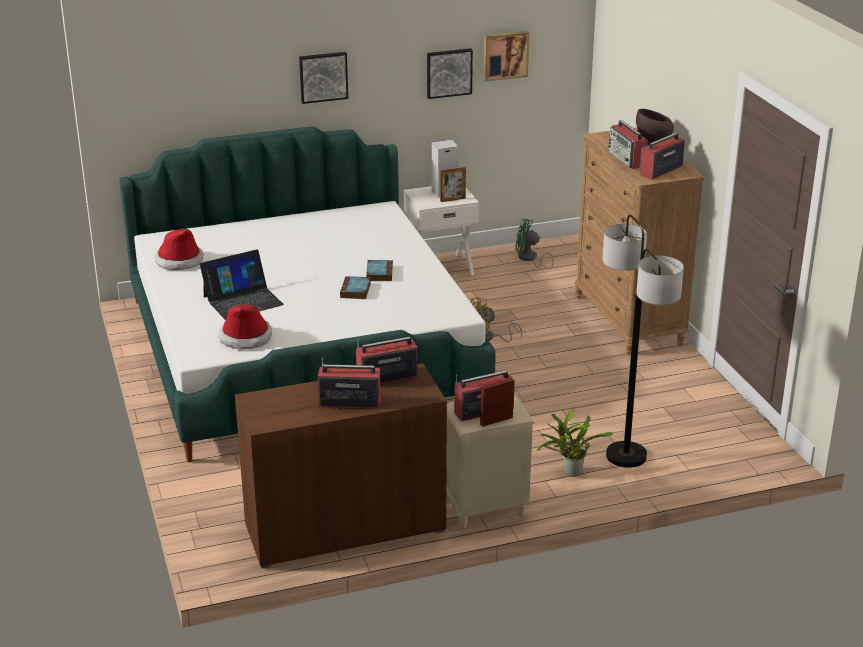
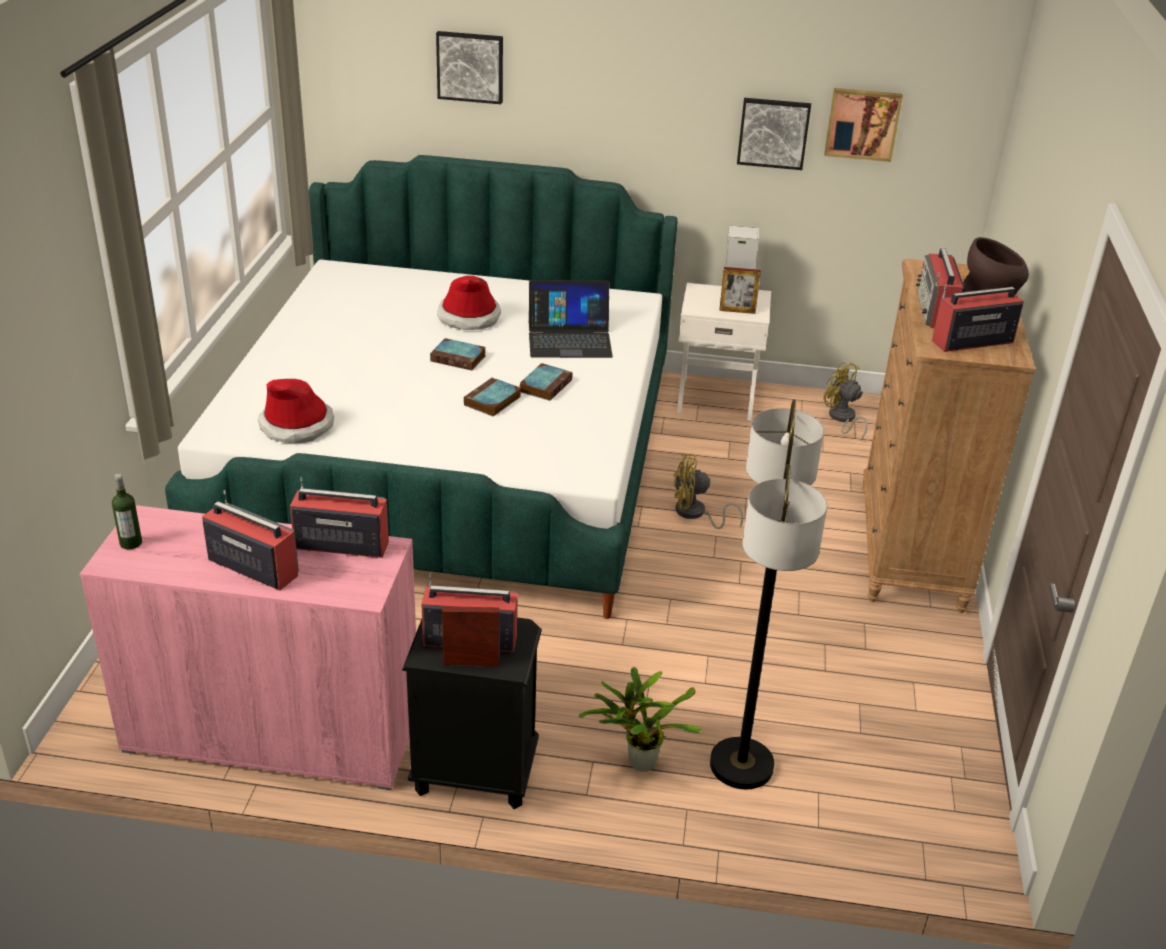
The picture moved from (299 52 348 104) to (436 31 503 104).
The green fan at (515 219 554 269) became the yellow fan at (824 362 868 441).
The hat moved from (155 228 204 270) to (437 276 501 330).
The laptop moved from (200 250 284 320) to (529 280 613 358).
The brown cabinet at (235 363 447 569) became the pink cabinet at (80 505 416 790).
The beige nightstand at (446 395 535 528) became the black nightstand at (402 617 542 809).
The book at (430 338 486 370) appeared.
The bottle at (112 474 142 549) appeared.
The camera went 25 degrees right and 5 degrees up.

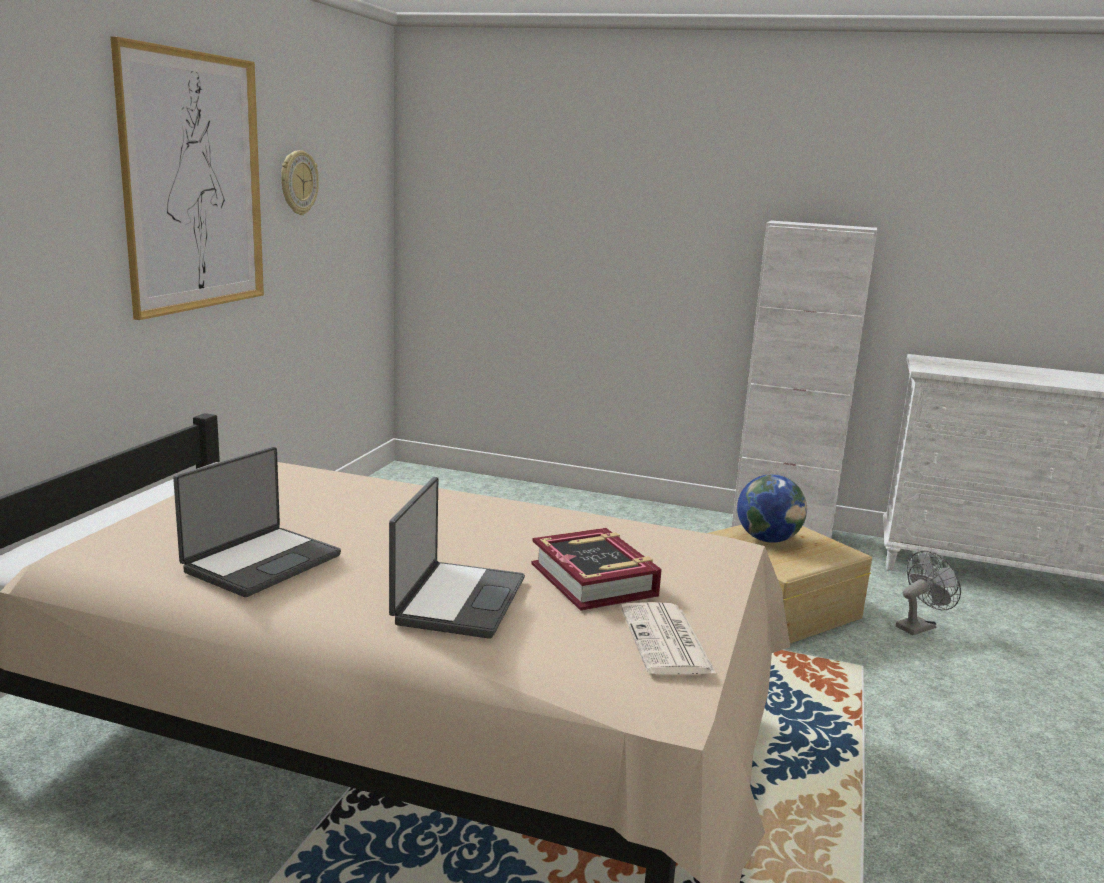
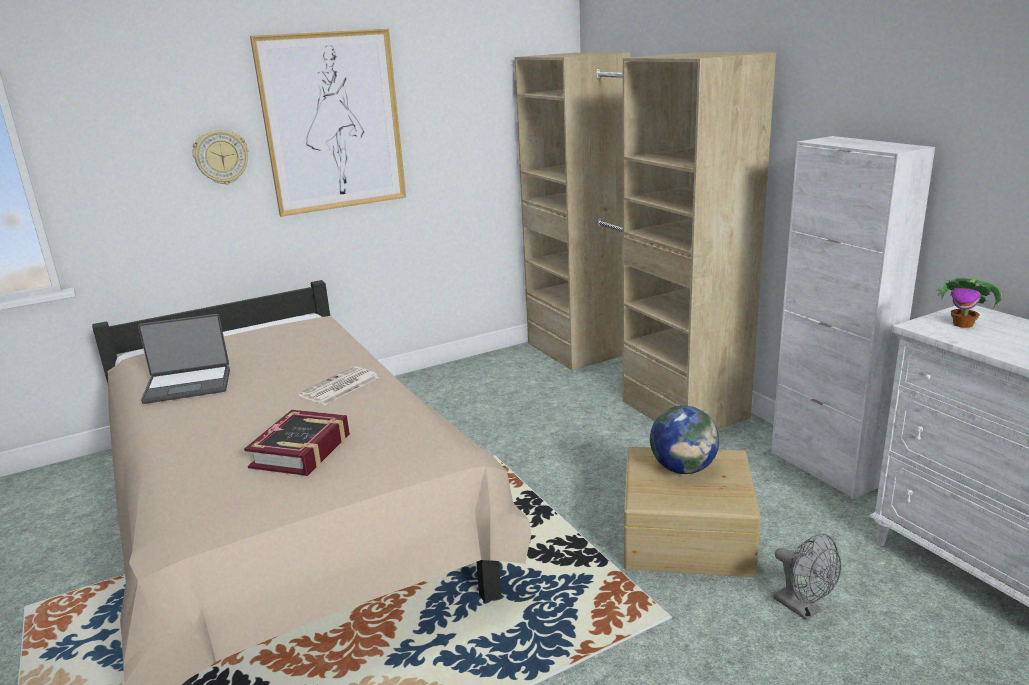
The wall clock moved from (281 150 319 215) to (193 130 248 185).
The laptop at (389 477 525 639) disappeared.
The grey fan at (896 550 961 635) turned 45 degrees clockwise.
The newspaper moved from (621 602 717 675) to (298 366 379 405).
The beige wardrobe at (514 52 776 430) appeared.
The potted plant at (935 278 1002 328) appeared.
The camera went 45 degrees right and 5 degrees up.

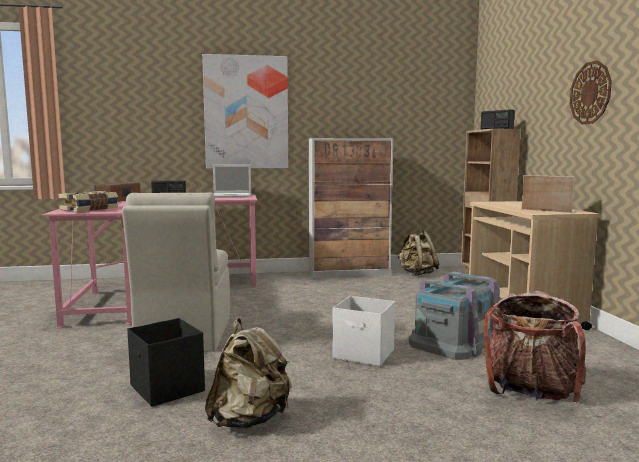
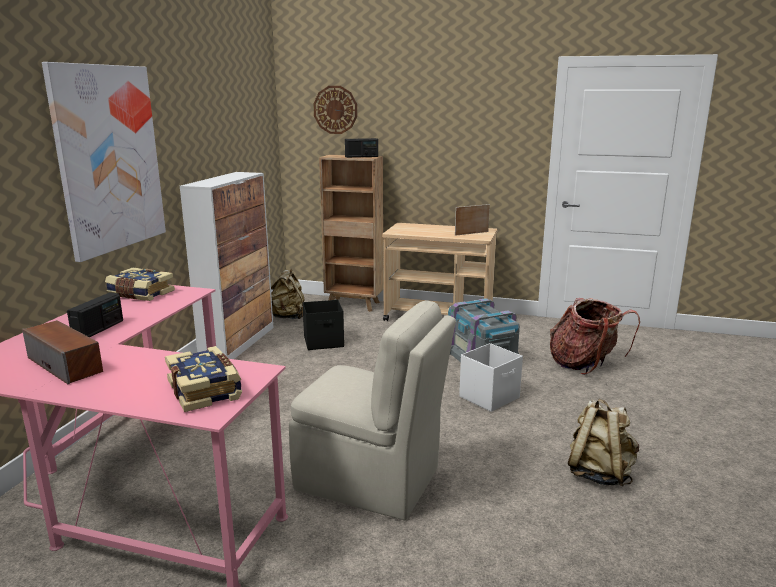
The wall clock moved from (570 60 612 124) to (313 86 357 134).
The laptop at (213 165 251 198) was replaced by the book at (105 268 175 301).
The black storage box moved from (127 318 205 407) to (303 300 344 350).
The camera went 65 degrees left and 10 degrees up.

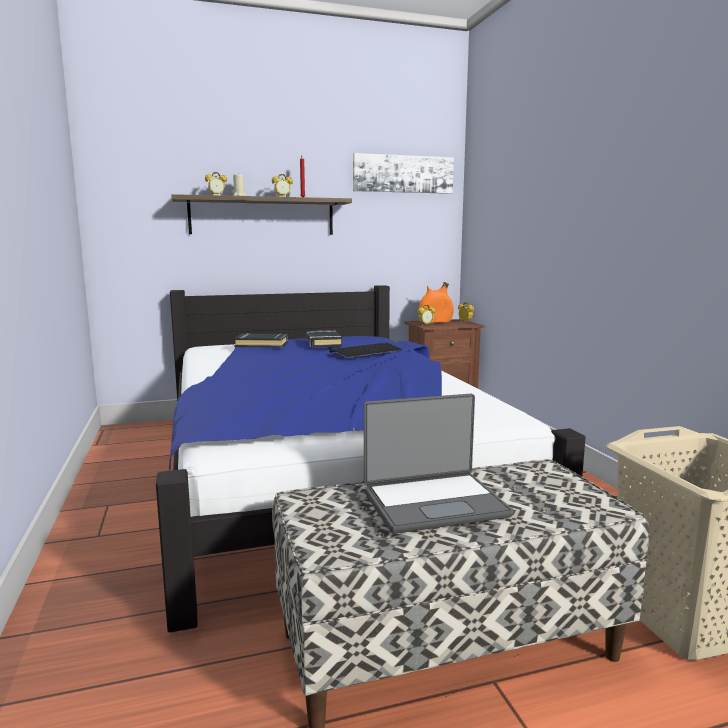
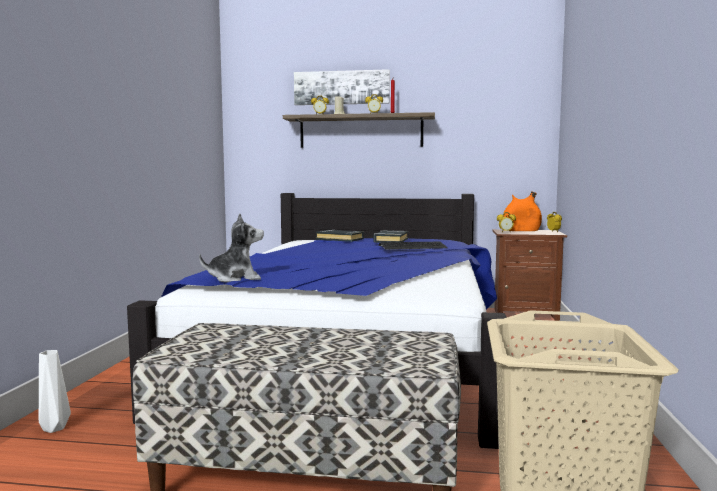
The picture moved from (353 153 454 194) to (294 69 390 105).
The laptop at (364 394 513 534) disappeared.
The plush toy at (199 213 264 282) appeared.
The white vase at (39 350 71 433) appeared.
The camera went 25 degrees right and 5 degrees down.

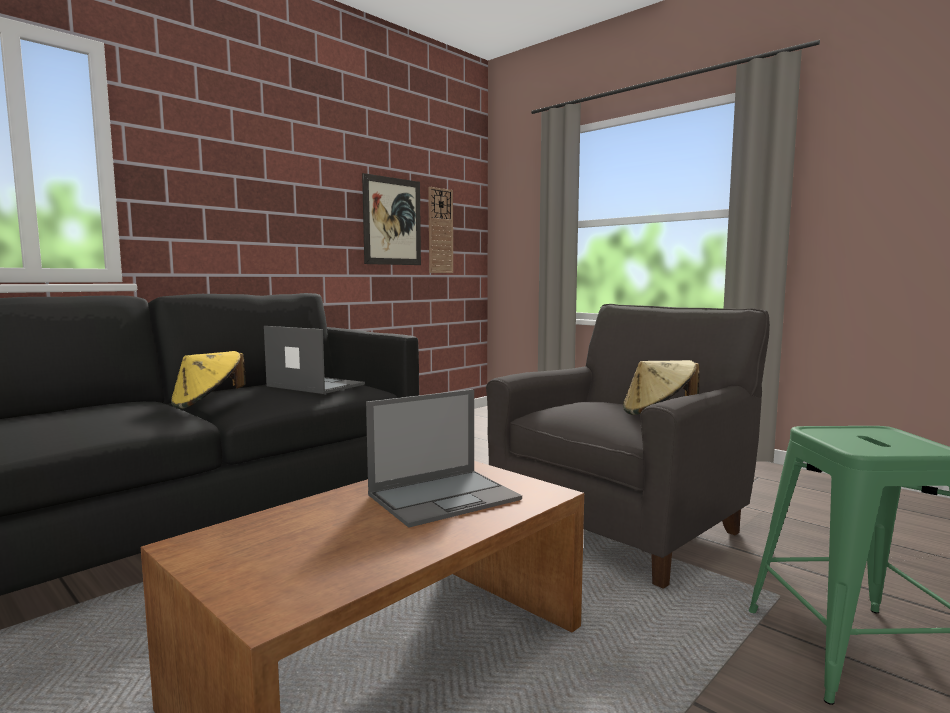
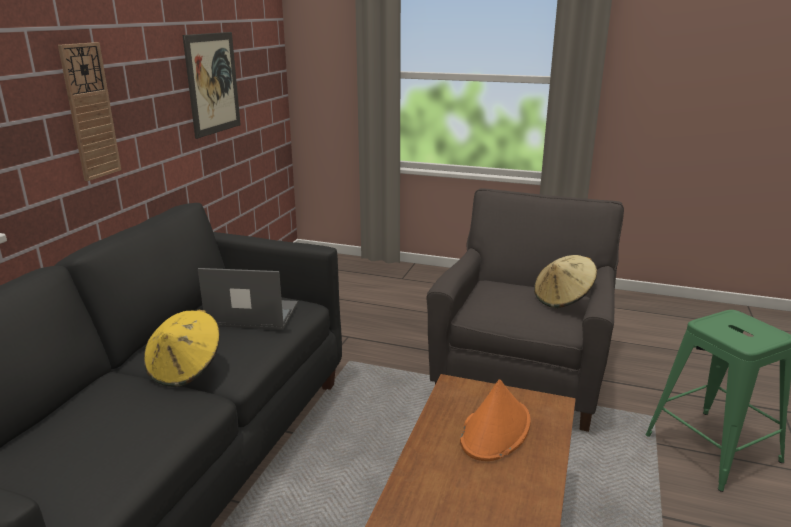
The wall clock moved from (428 187 453 273) to (58 42 121 181).
The laptop at (366 389 522 528) was replaced by the orange hat at (460 379 531 461).
The camera went 25 degrees left and 15 degrees up.

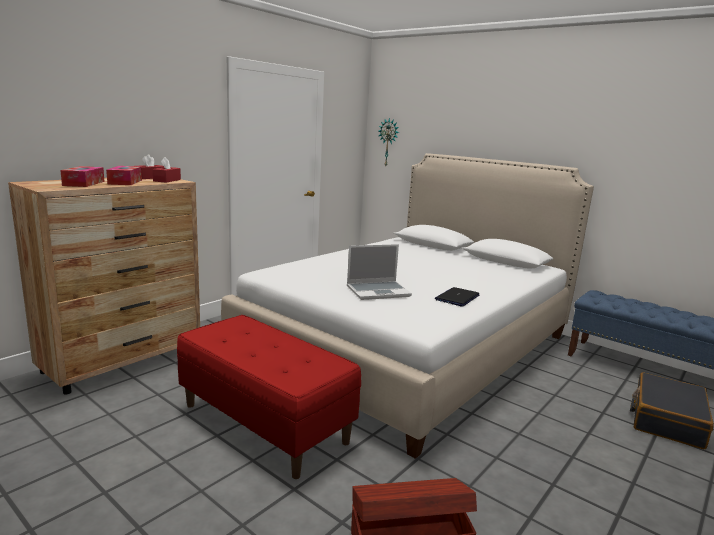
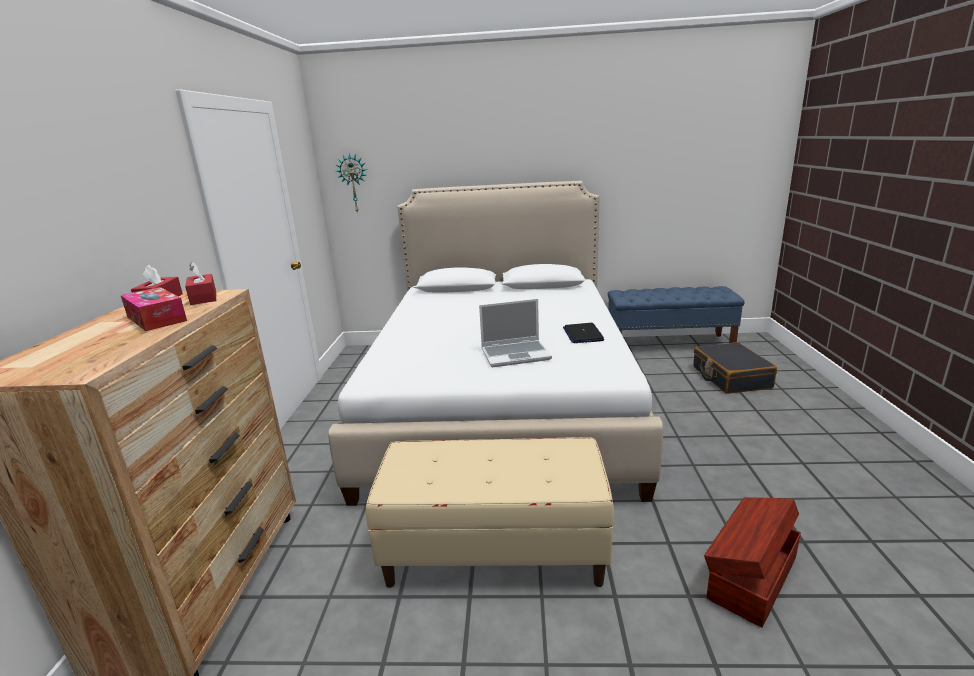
The tissue box at (60 166 105 187) disappeared.
The laptop at (347 244 412 300) turned 45 degrees clockwise.
The red bench at (177 315 361 479) became the beige bench at (366 437 614 588).
The camera went 35 degrees left and 5 degrees up.

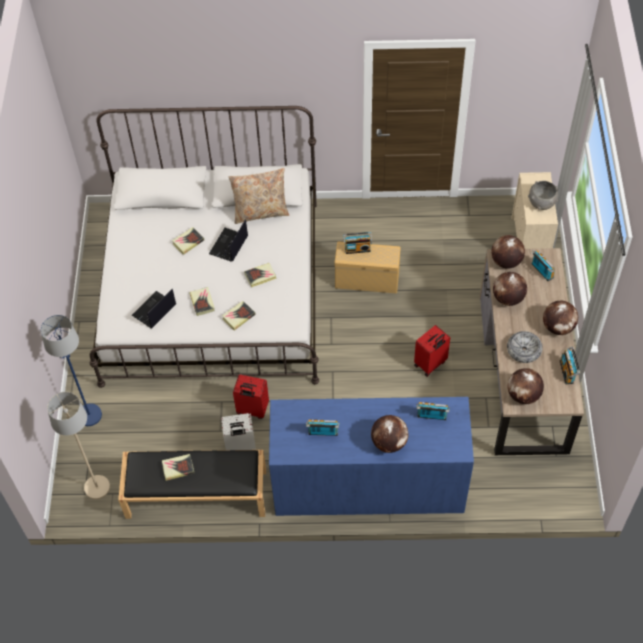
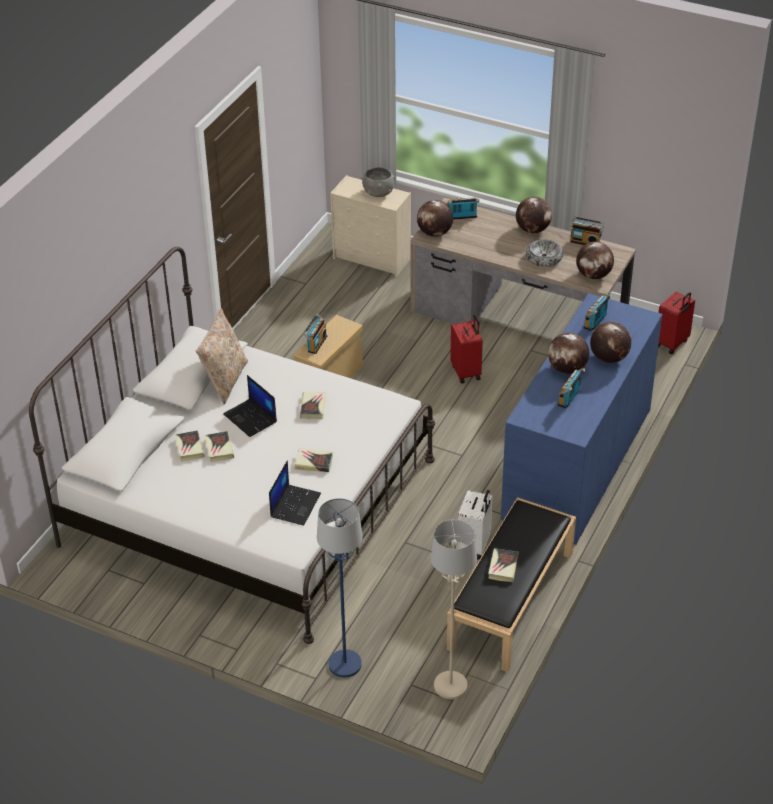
The globe moved from (493 272 527 306) to (548 333 589 374).
The laptop at (132 289 176 328) turned 135 degrees counterclockwise.
The book moved from (222 301 255 331) to (175 430 205 461).
The red suitcase moved from (233 374 269 419) to (658 292 695 354).
The camera went 65 degrees left and 15 degrees down.

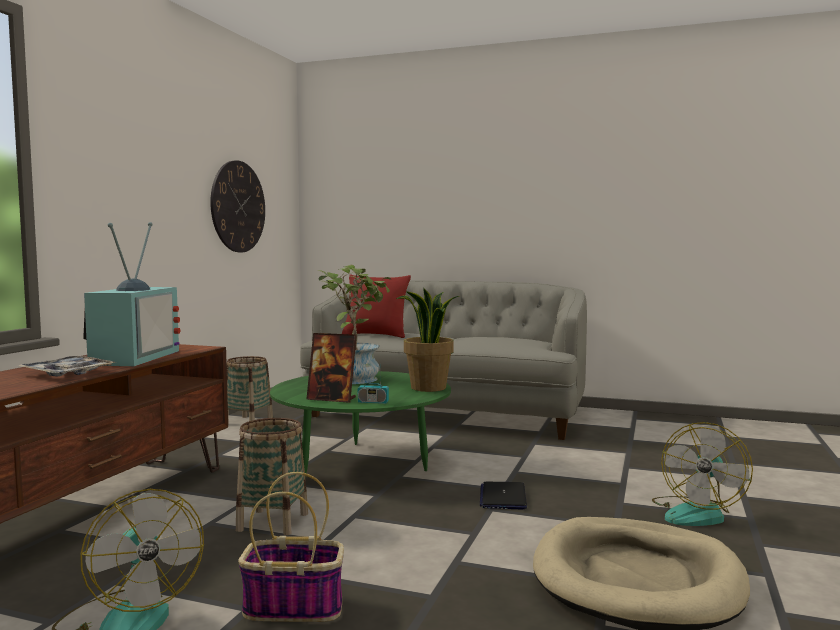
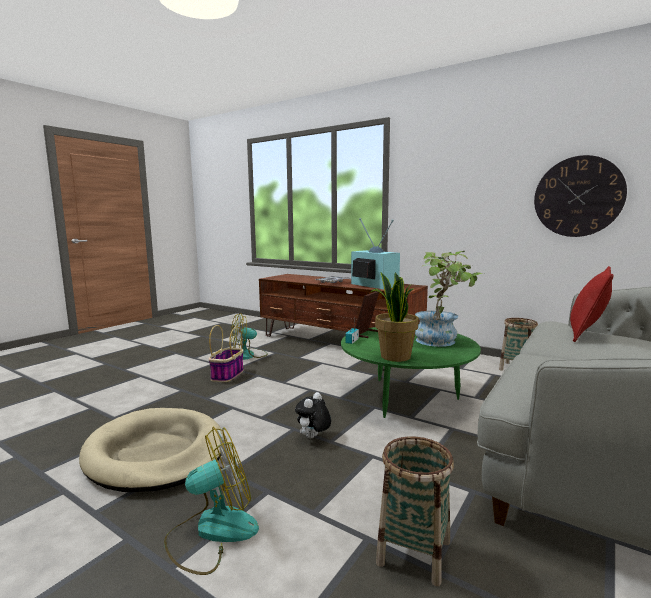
The television at (83 222 180 366) turned 150 degrees counterclockwise.
The basket moved from (236 418 308 535) to (376 437 454 586).
The fan at (652 422 753 526) turned 105 degrees clockwise.
The laptop at (480 482 527 510) was replaced by the plush toy at (295 392 331 439).
The camera went 105 degrees right and 5 degrees up.

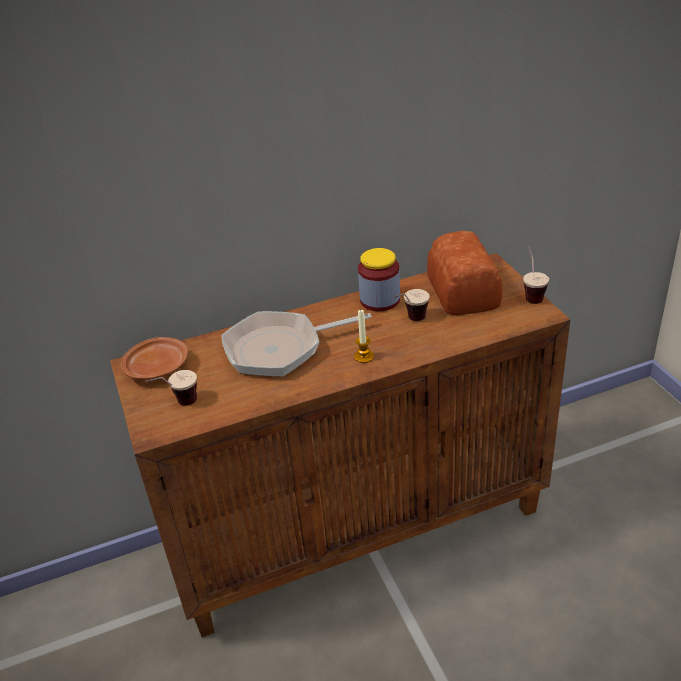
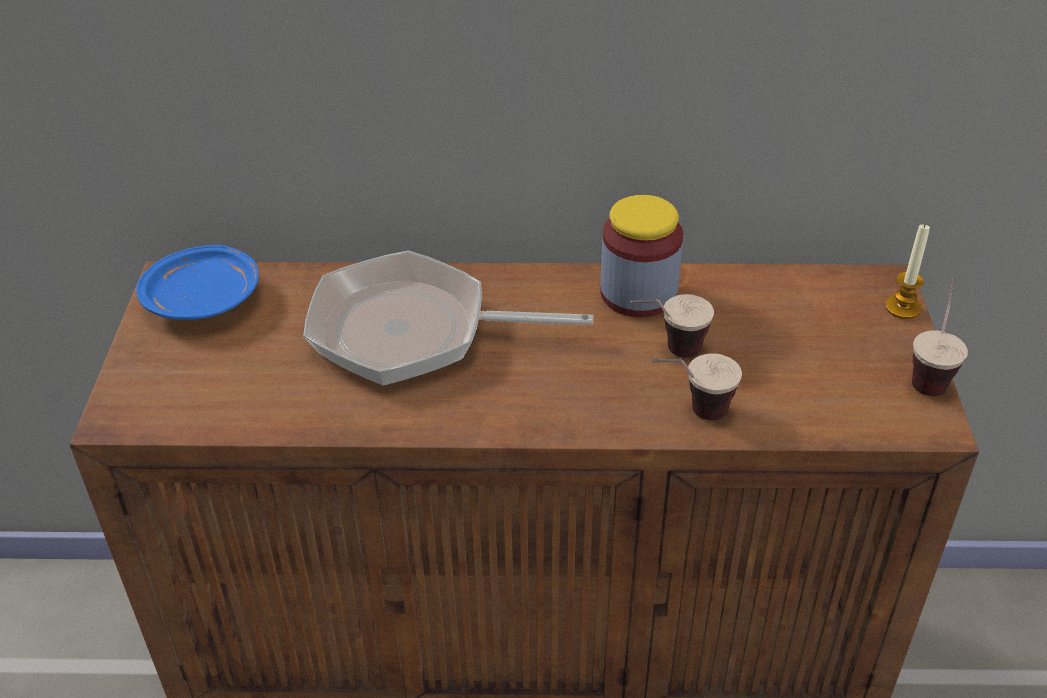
The bread at (427 231 503 315) disappeared.
The candle moved from (354 310 374 363) to (885 223 930 319).
The brown plate at (121 337 188 380) became the blue plate at (136 245 259 320).
The cup moved from (145 370 197 406) to (651 353 742 421).
The camera went 20 degrees right and 5 degrees up.

